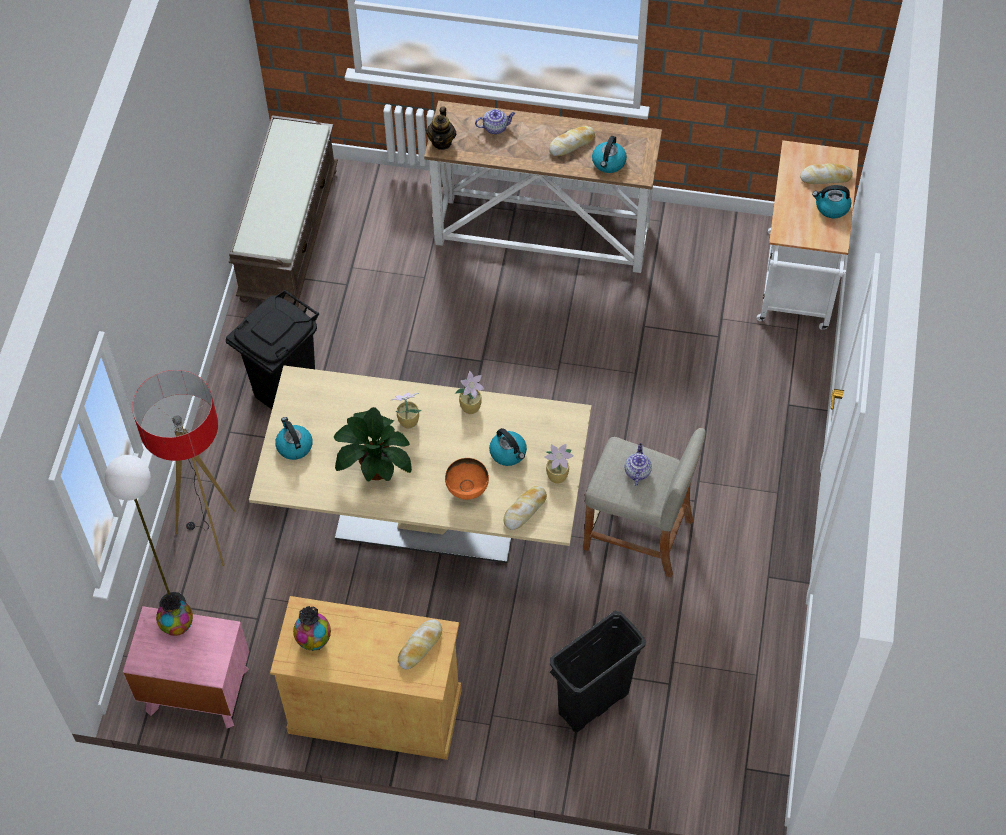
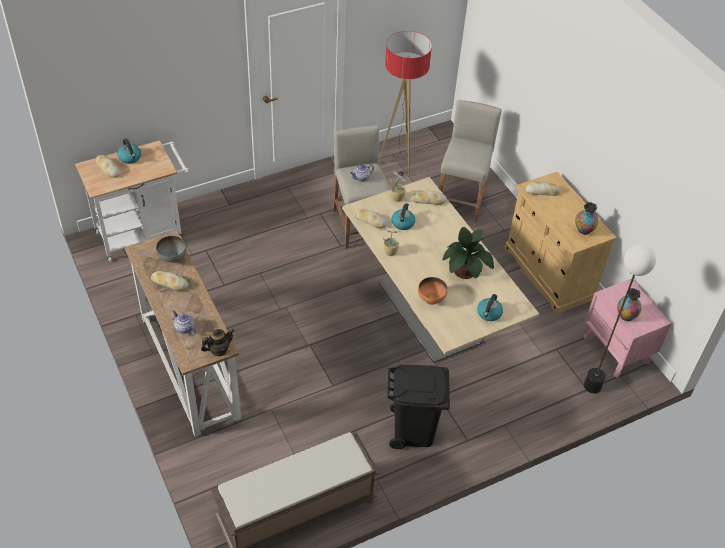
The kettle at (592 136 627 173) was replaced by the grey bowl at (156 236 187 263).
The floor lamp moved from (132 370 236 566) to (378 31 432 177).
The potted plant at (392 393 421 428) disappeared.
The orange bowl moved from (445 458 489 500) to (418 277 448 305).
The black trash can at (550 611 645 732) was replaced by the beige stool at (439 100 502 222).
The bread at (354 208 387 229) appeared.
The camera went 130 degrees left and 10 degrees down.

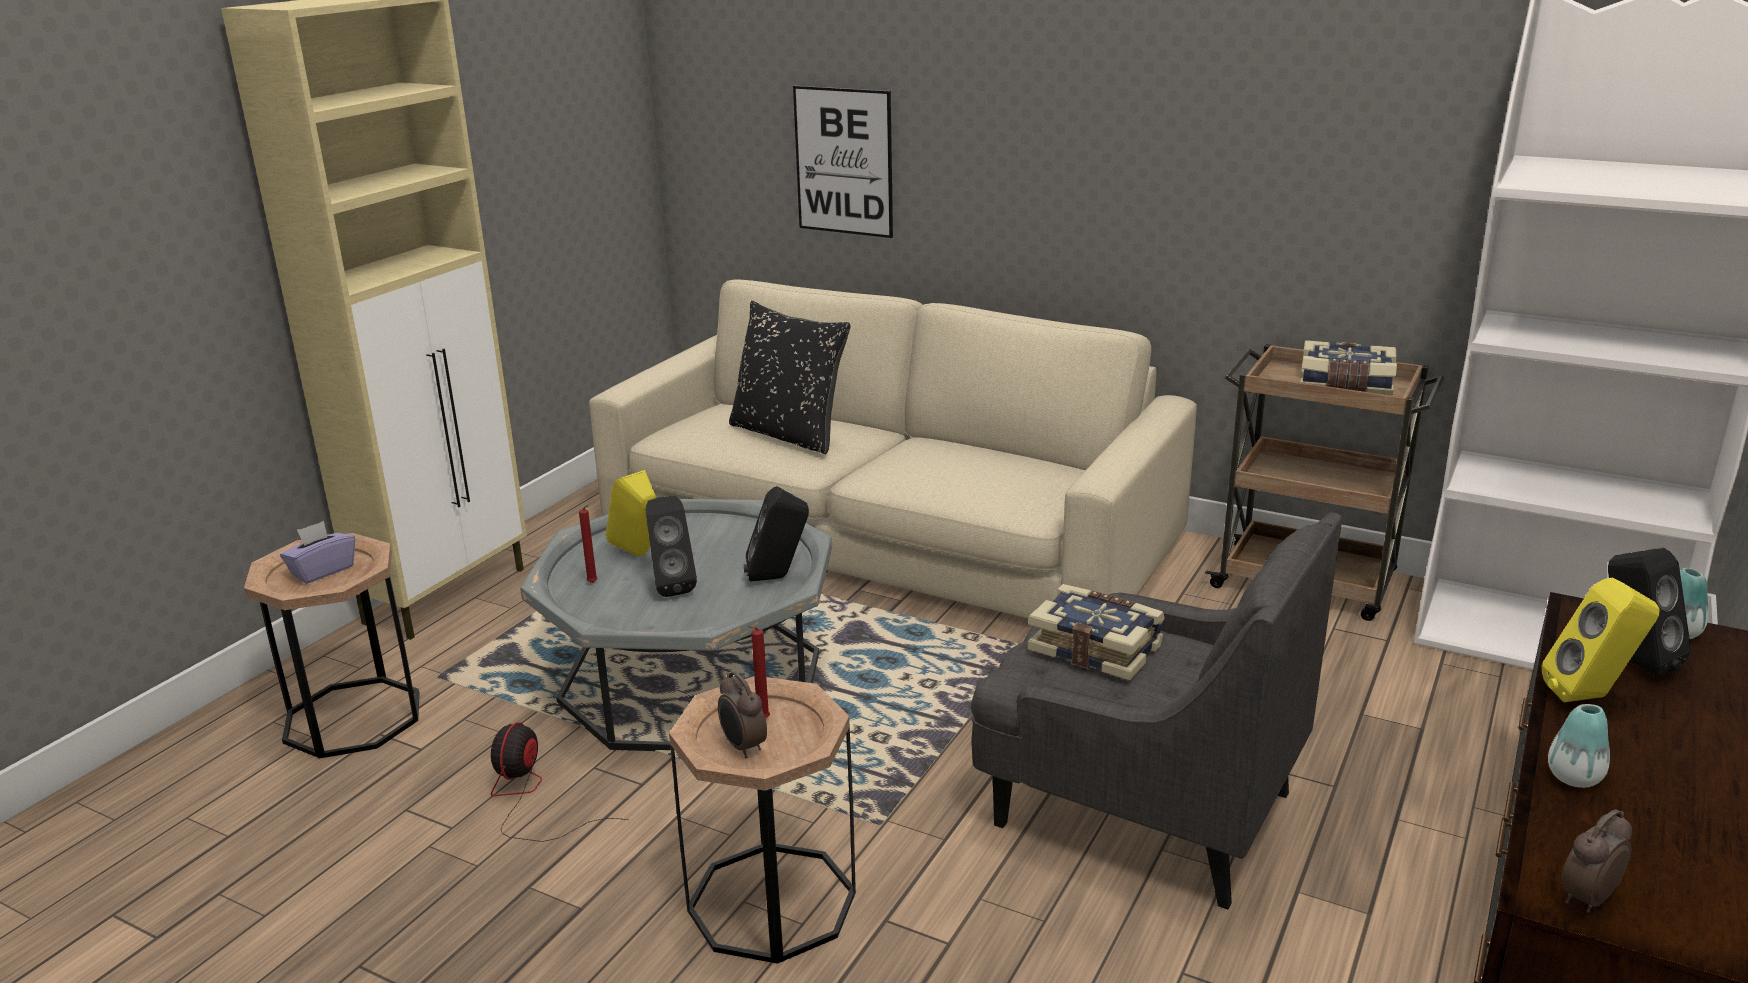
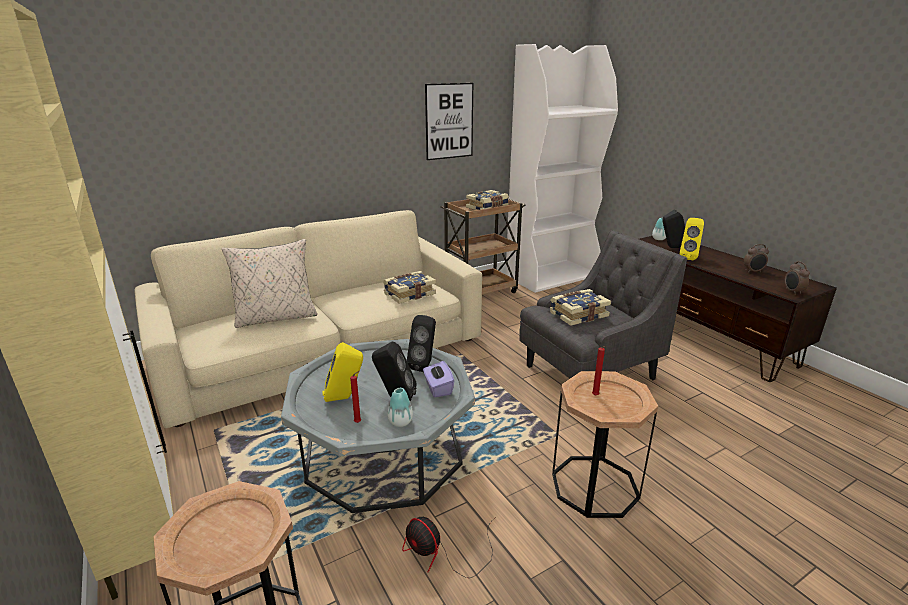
The picture moved from (793 86 893 238) to (425 83 473 160).
The black pillow at (729 301 851 454) became the beige pillow at (222 239 317 328).
The purple tissue box moved from (280 521 355 584) to (423 361 454 397).
The alarm clock moved from (718 671 767 758) to (744 244 769 273).
The vase moved from (1548 704 1610 788) to (388 388 413 427).
The book at (383 271 436 304) appeared.
The camera went 60 degrees left and 0 degrees up.

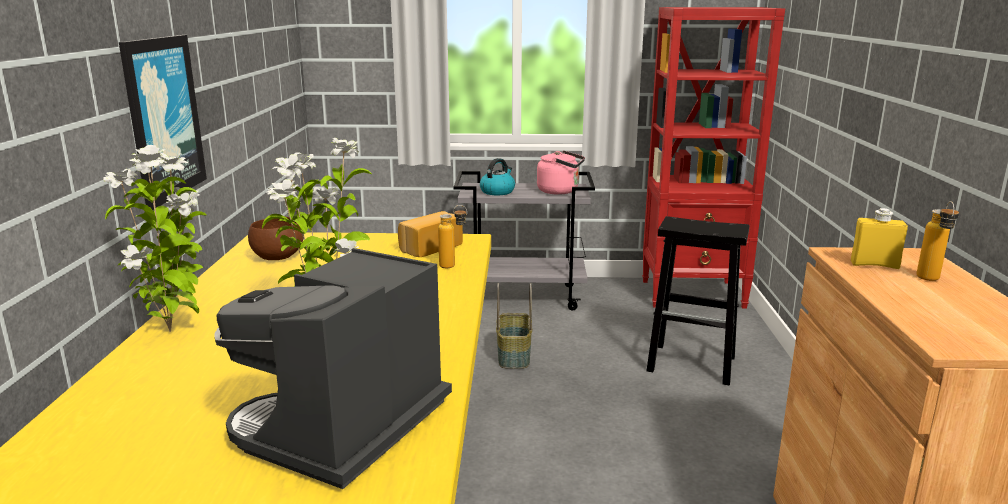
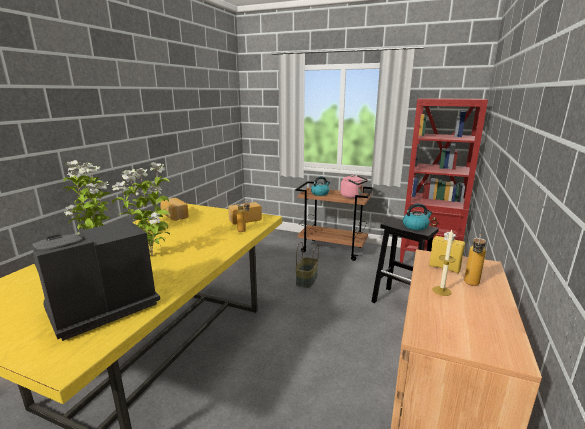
The picture at (119 35 207 210) disappeared.
The grey cart at (454 171 595 311) became the brown cart at (295 181 374 261).
The brown bowl at (248 217 304 260) was replaced by the bread at (160 198 189 221).
The kettle at (403 203 433 230) appeared.
The candle at (433 230 456 296) appeared.
The camera went 20 degrees right and 0 degrees up.

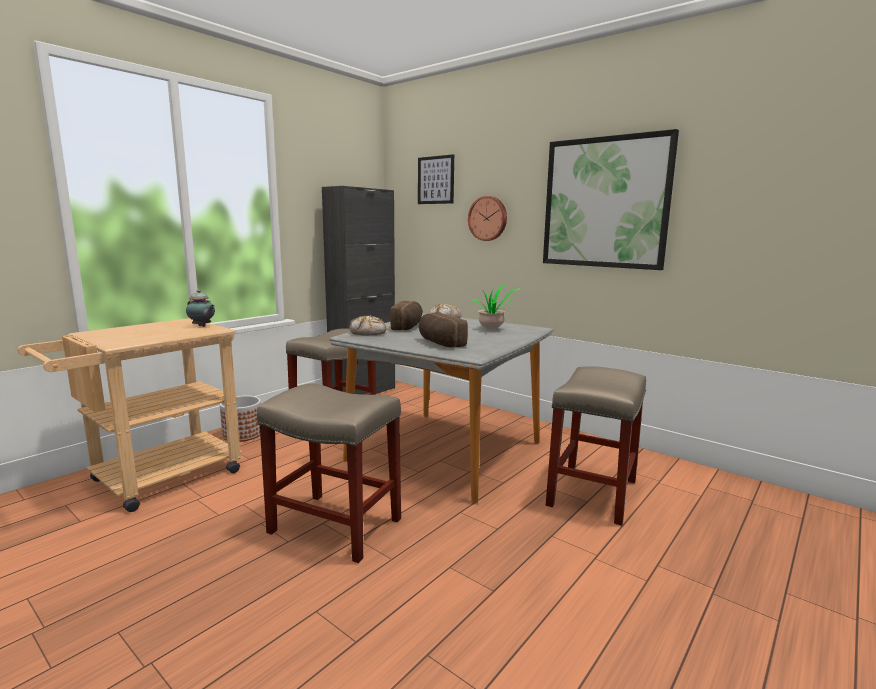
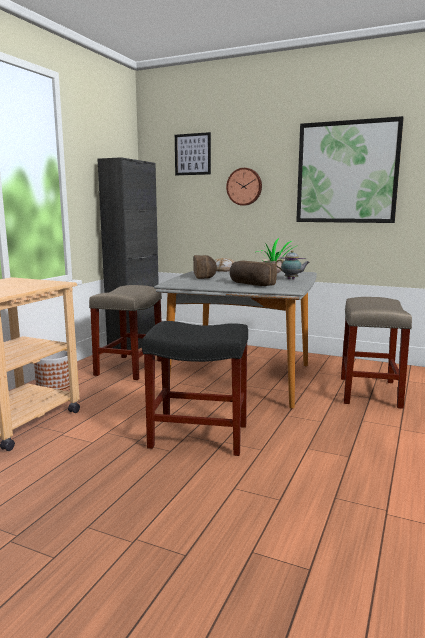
The teapot moved from (186 290 215 327) to (275 250 310 279).
The bread at (350 315 386 335) disappeared.
The beige stool at (257 383 401 563) became the black stool at (142 321 248 456).
The camera went 15 degrees left and 0 degrees up.

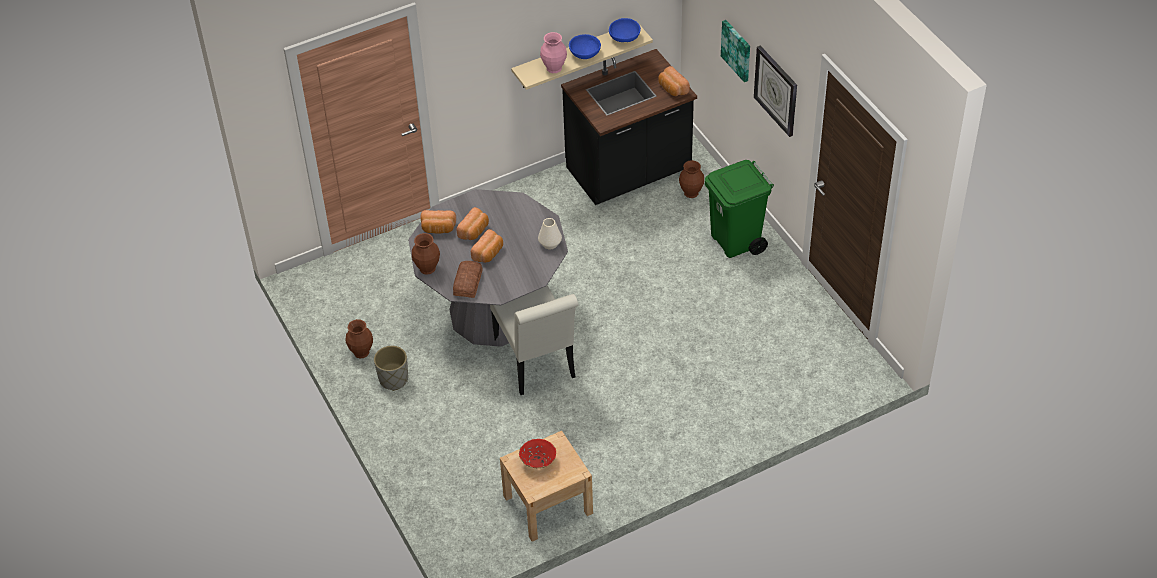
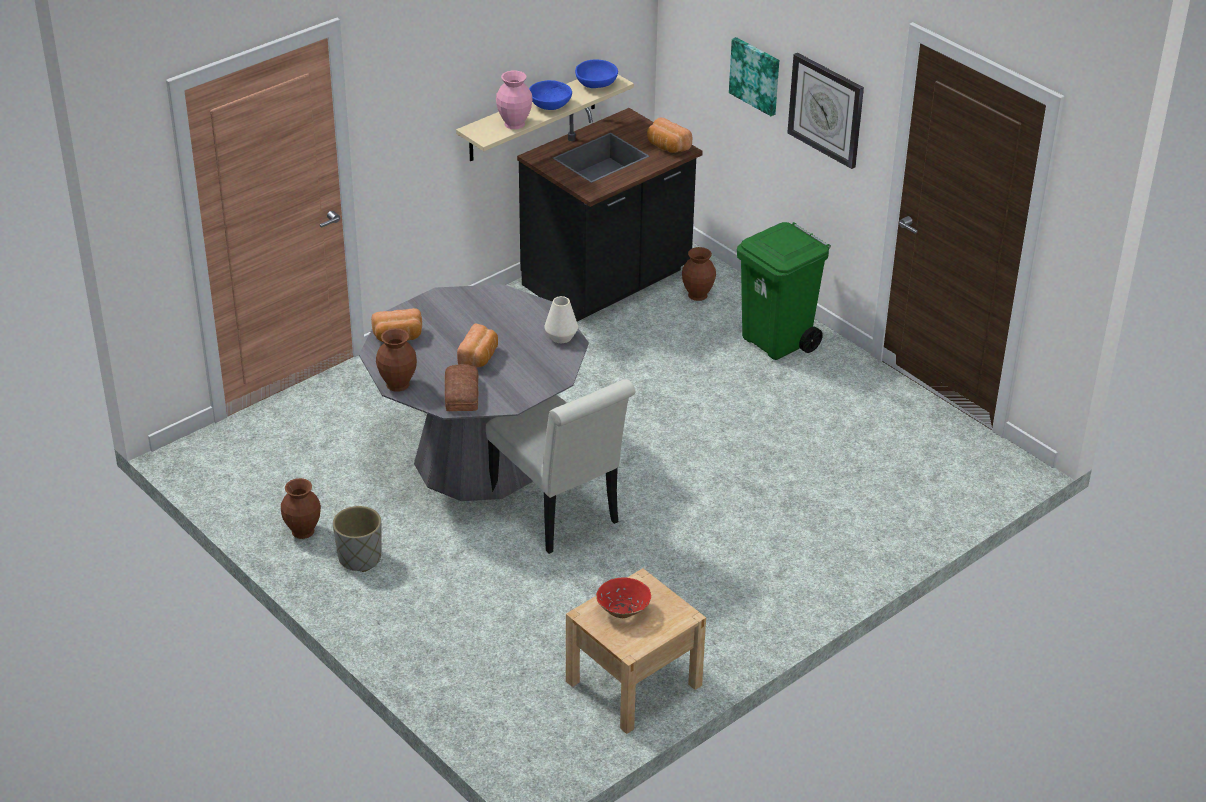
The bread at (457 207 489 240) disappeared.
The camera went 15 degrees left and 10 degrees down.

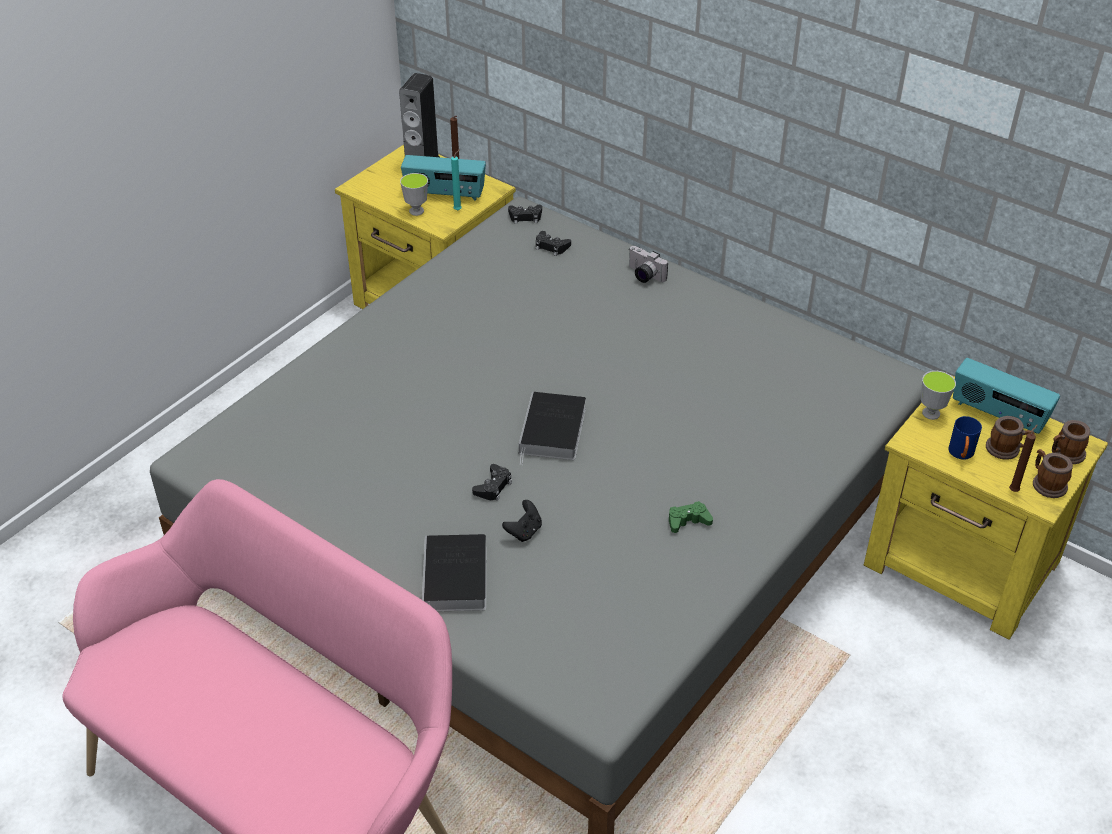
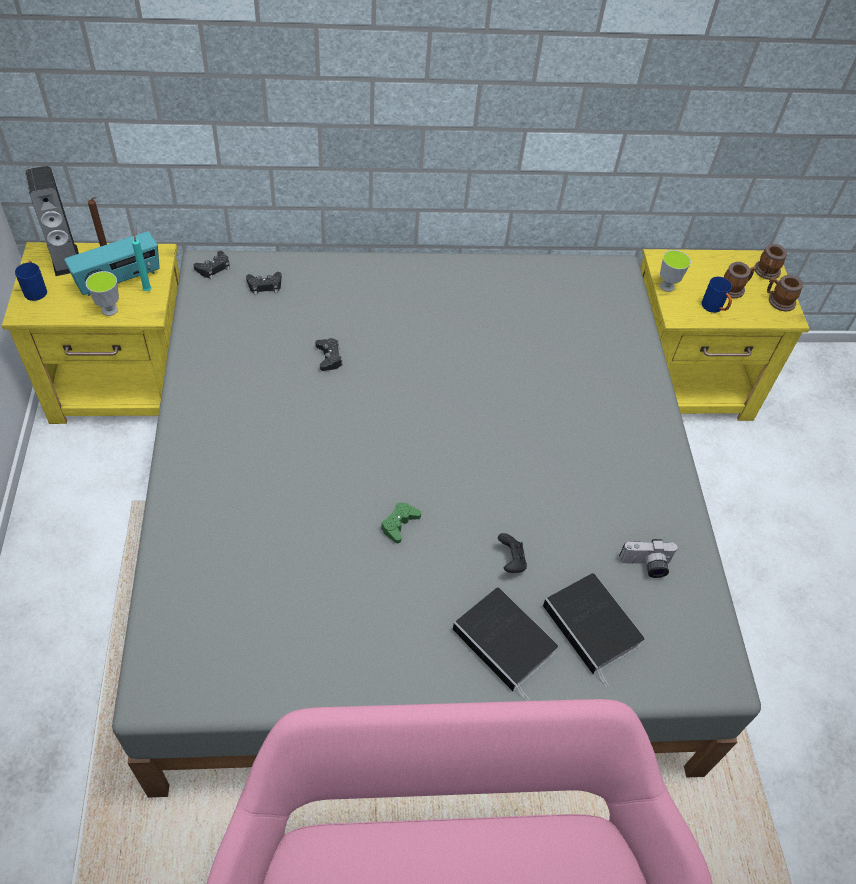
The photo camera moved from (629 246 668 283) to (619 539 678 578).
The radio at (953 358 1060 434) disappeared.
The book moved from (519 392 586 465) to (543 573 645 687).
The brown candle at (1009 425 1037 492) disappeared.
The black game controller moved from (472 464 512 501) to (315 338 343 371).
The green game controller moved from (669 501 713 533) to (381 502 421 543).
The blue mug at (15 261 47 301) appeared.
The camera went 45 degrees left and 10 degrees up.

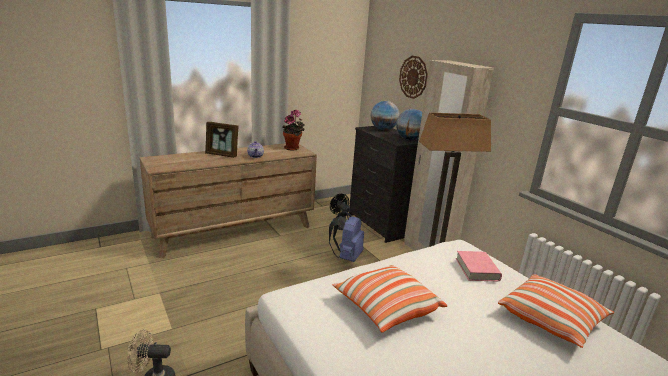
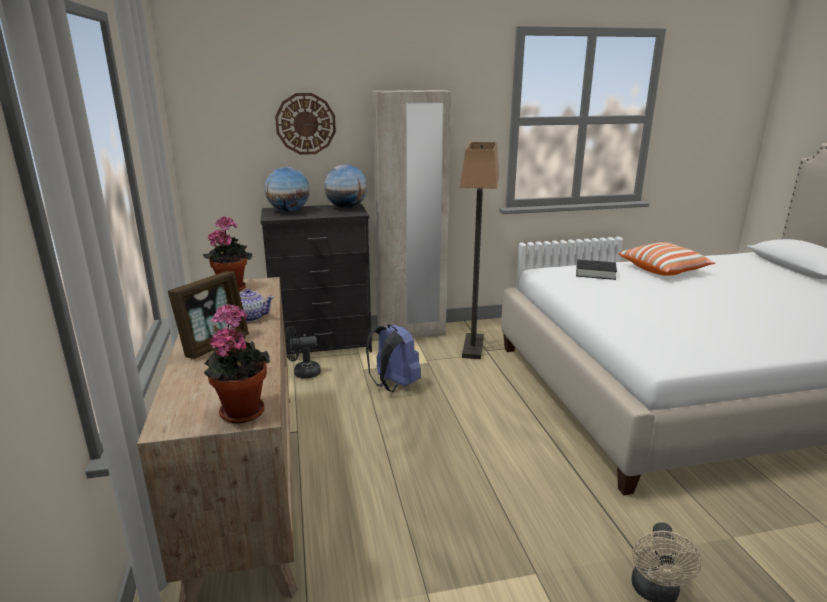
The pink book at (456 251 502 282) became the black book at (576 259 617 280).
The pillow at (333 265 447 333) disappeared.
The potted plant at (204 304 270 424) appeared.
The camera went 70 degrees left and 0 degrees up.

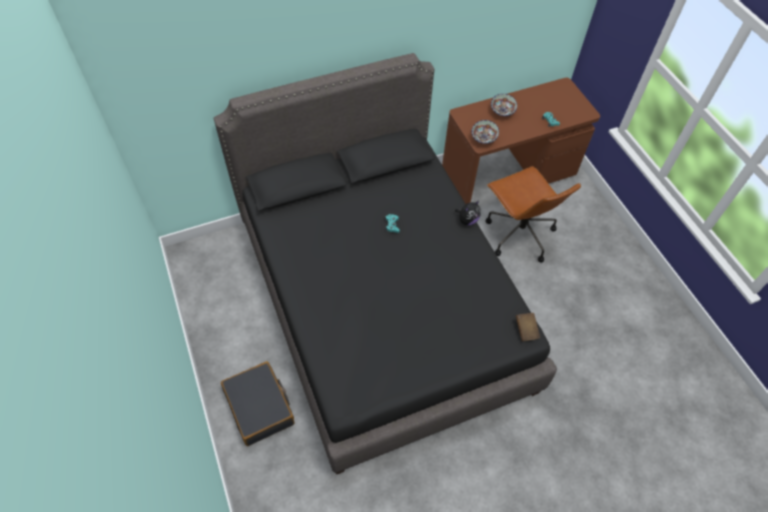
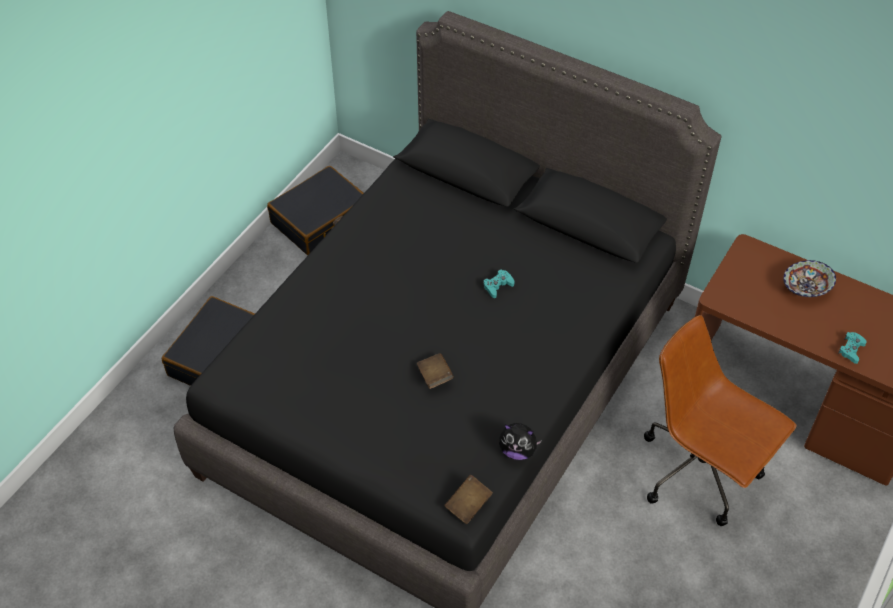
The bowl at (472 120 499 144) disappeared.
The brown office chair at (486 166 581 263) turned 105 degrees clockwise.
The plush toy moved from (455 200 481 225) to (499 422 542 460).
The black suitcase at (267 166 364 255) appeared.
The brown book at (417 353 454 389) appeared.
The camera went 55 degrees right and 5 degrees down.

